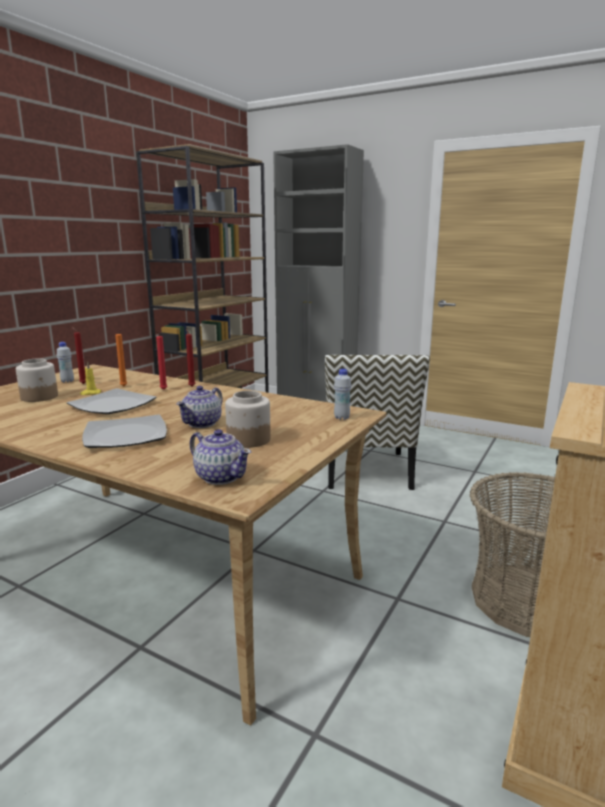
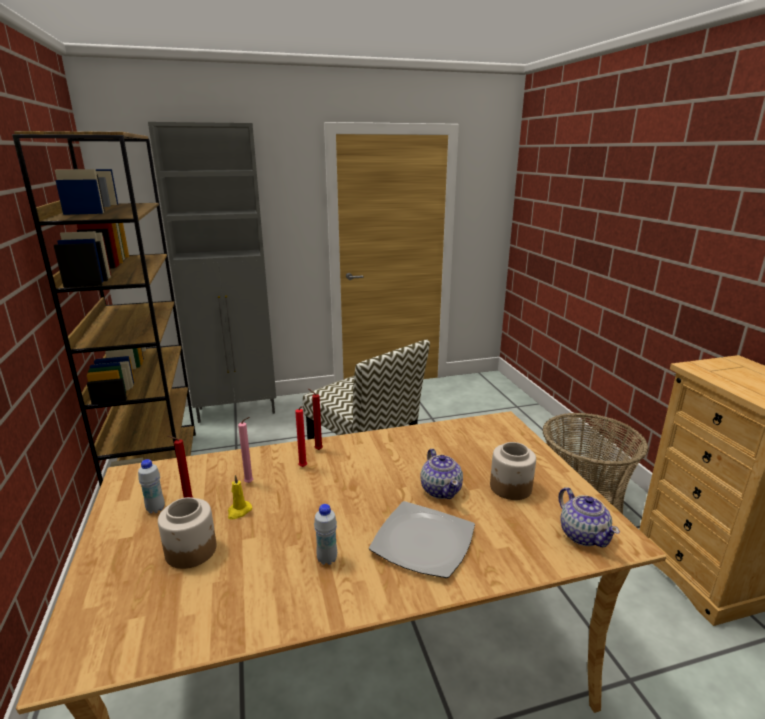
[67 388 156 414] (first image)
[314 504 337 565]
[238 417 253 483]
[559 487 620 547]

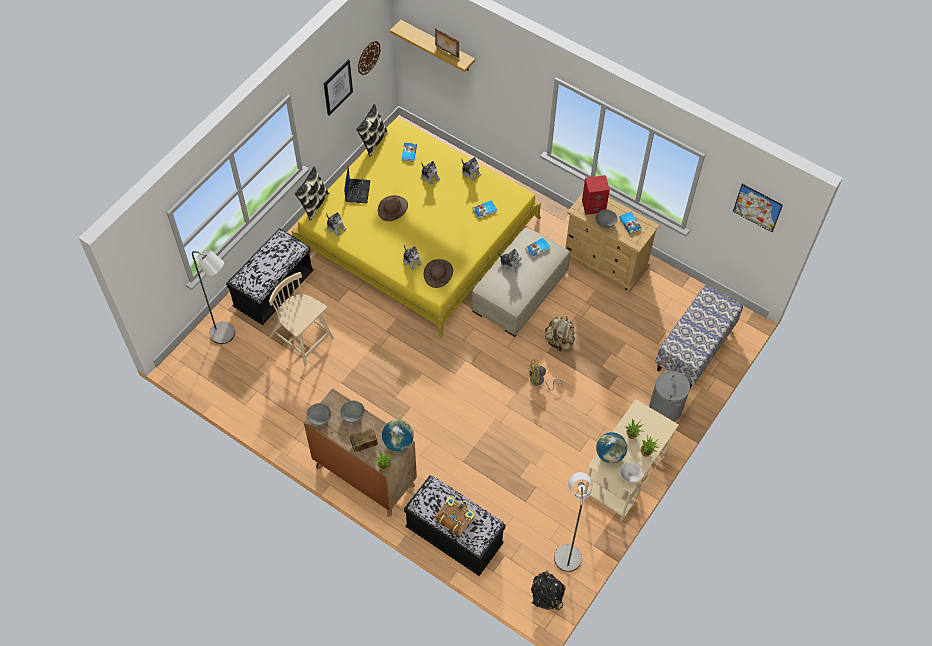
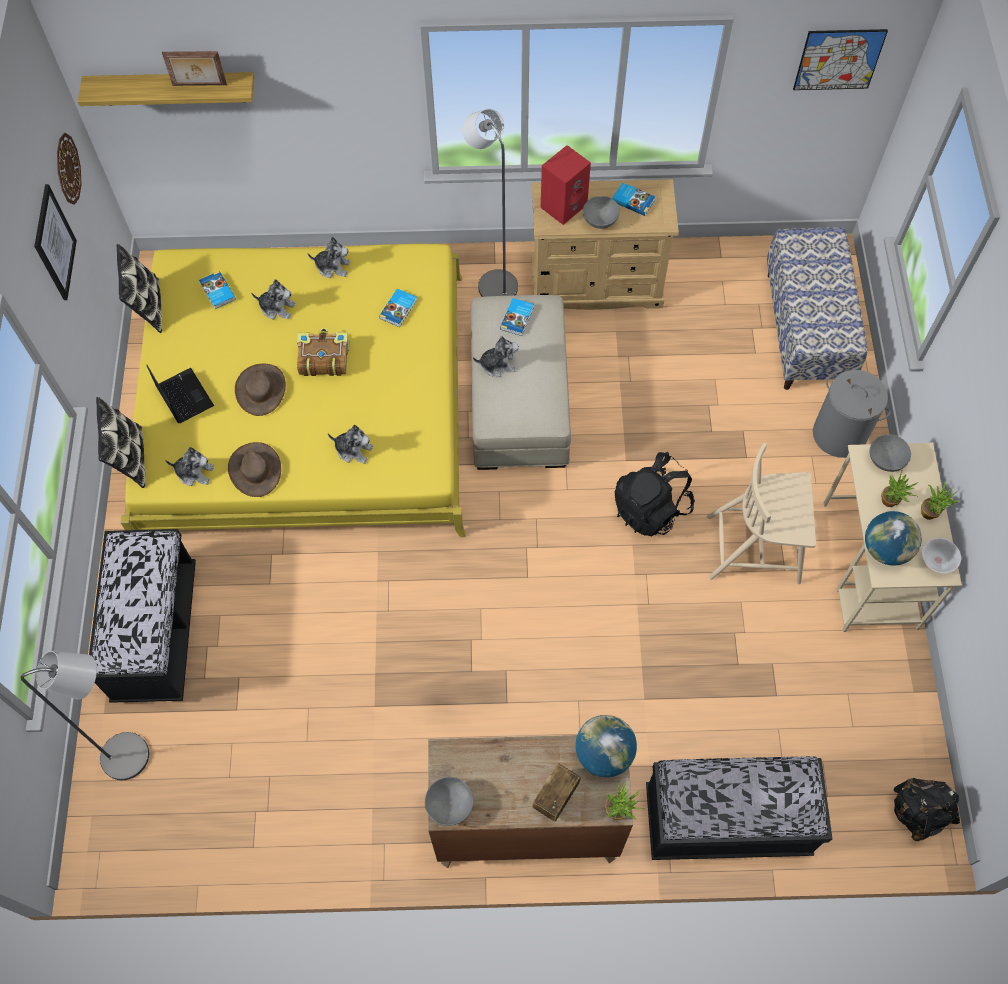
[545 316 575 351] (first image)
[707 443 816 584]
[870 435 911 472]
[228 442 281 497]
[297 328 349 376]
[462 109 518 297]
[615 452 695 536]

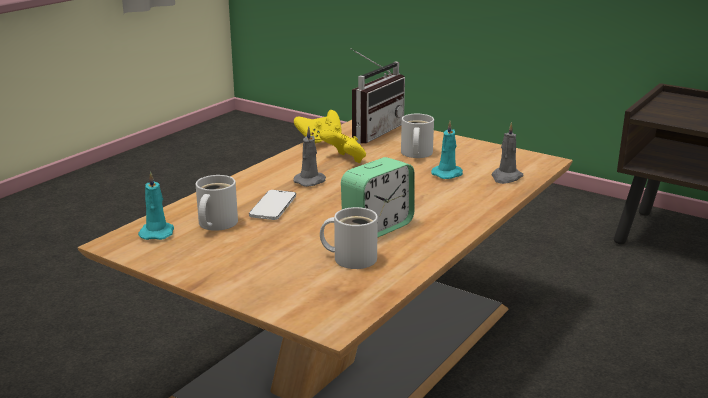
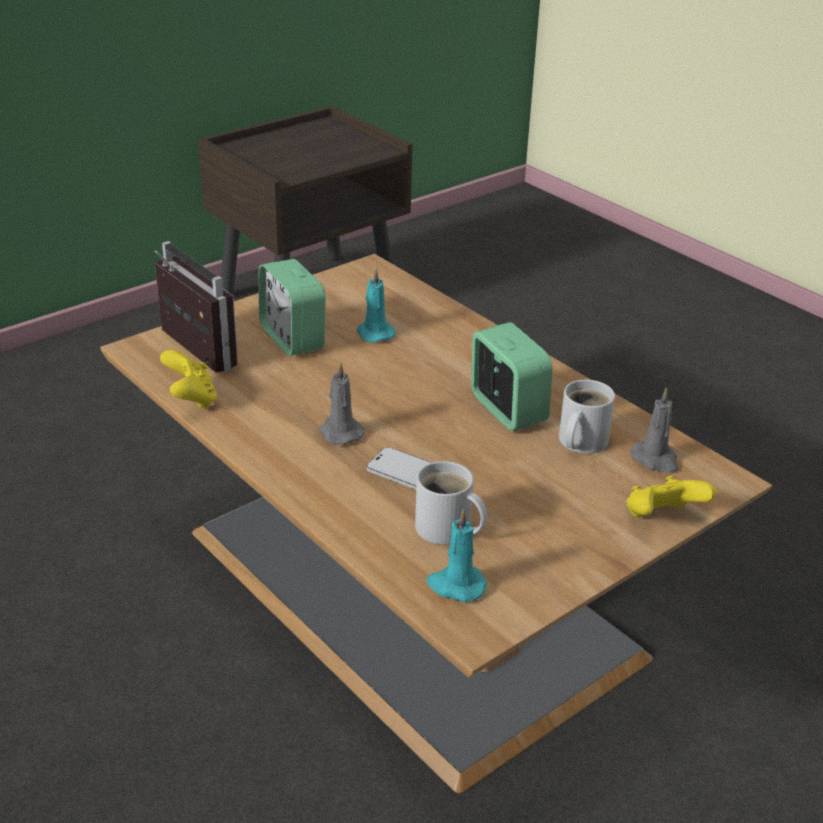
[626 475 716 518]
[630 387 678 474]
[258 259 326 356]

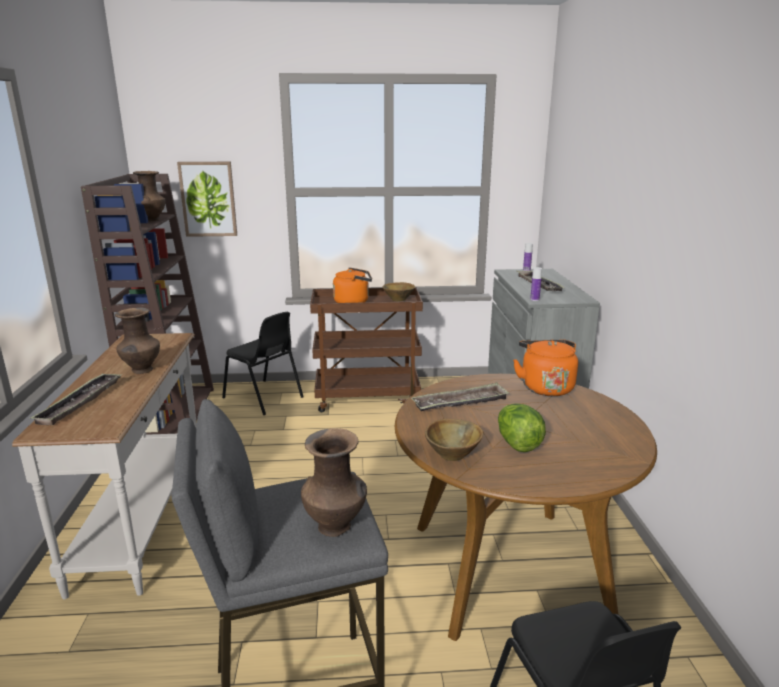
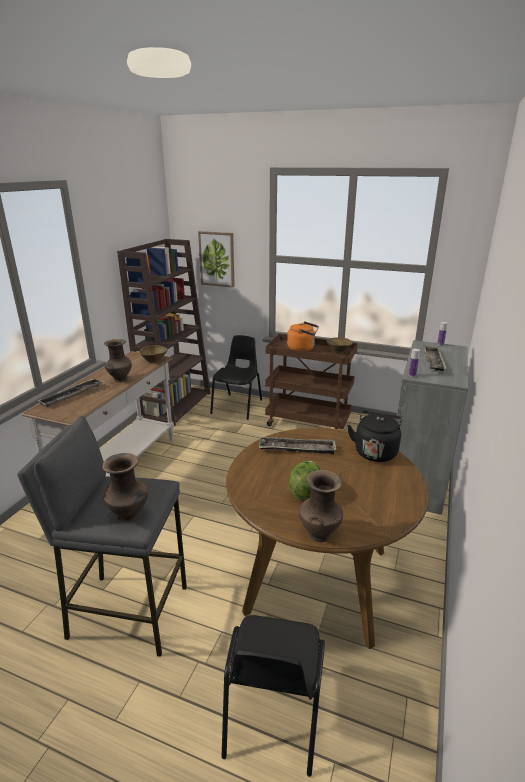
[299 470 343 542]
[139 345 168 363]
[347 410 403 462]
[210 335 262 420]

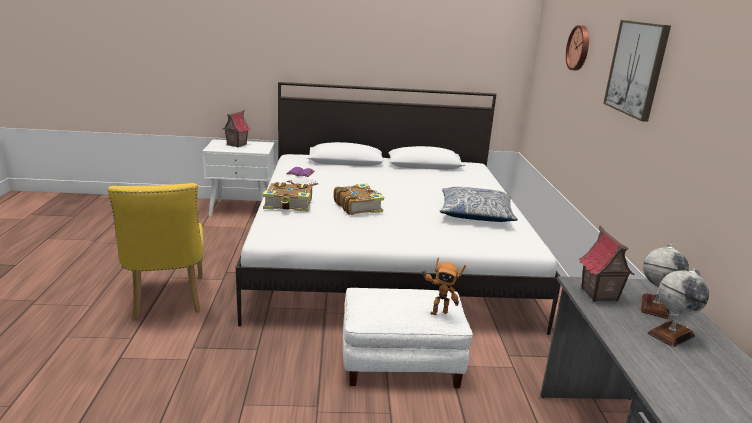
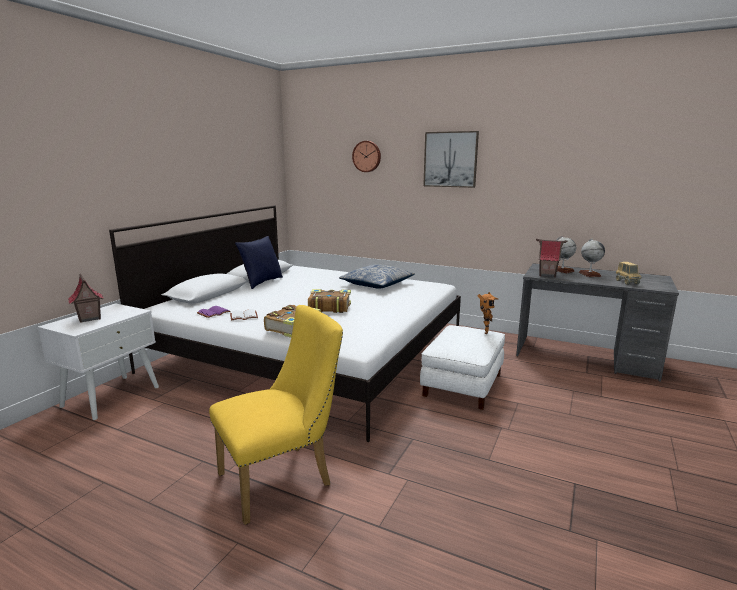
[235 236 283 289]
[616 262 642 285]
[209 305 343 525]

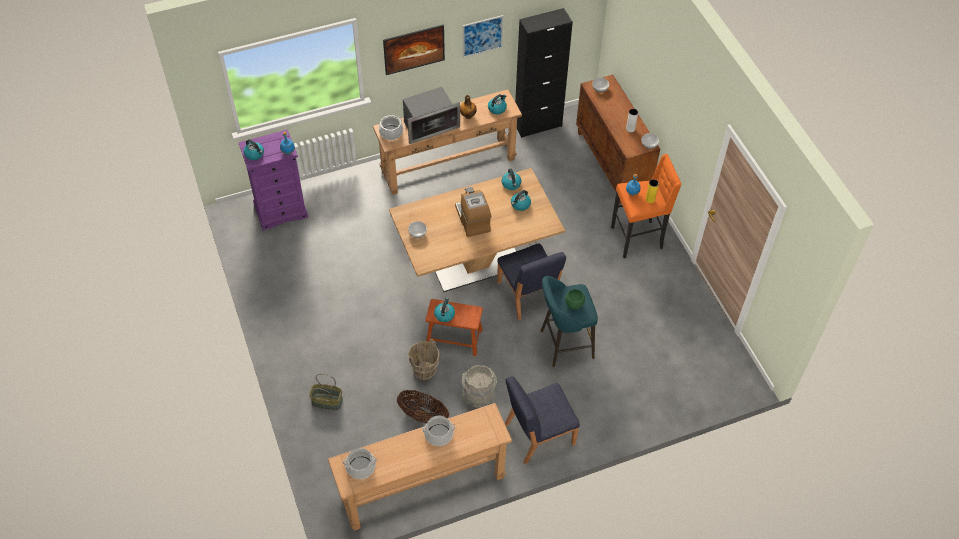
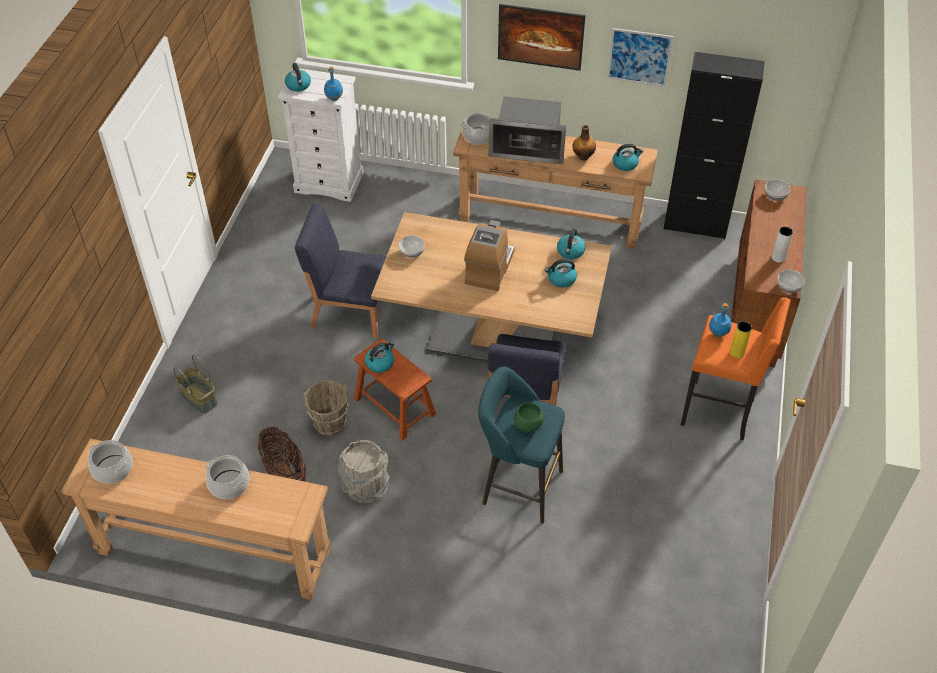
[295 203 387 339]
[278 69 363 202]

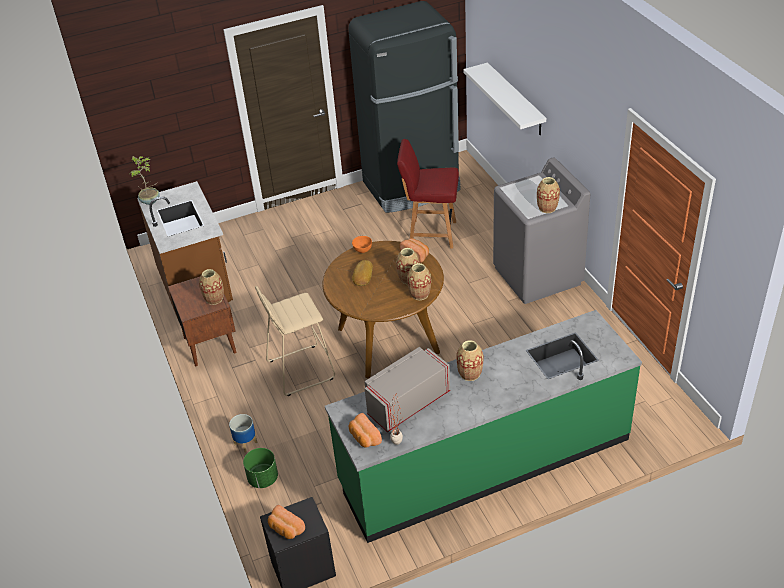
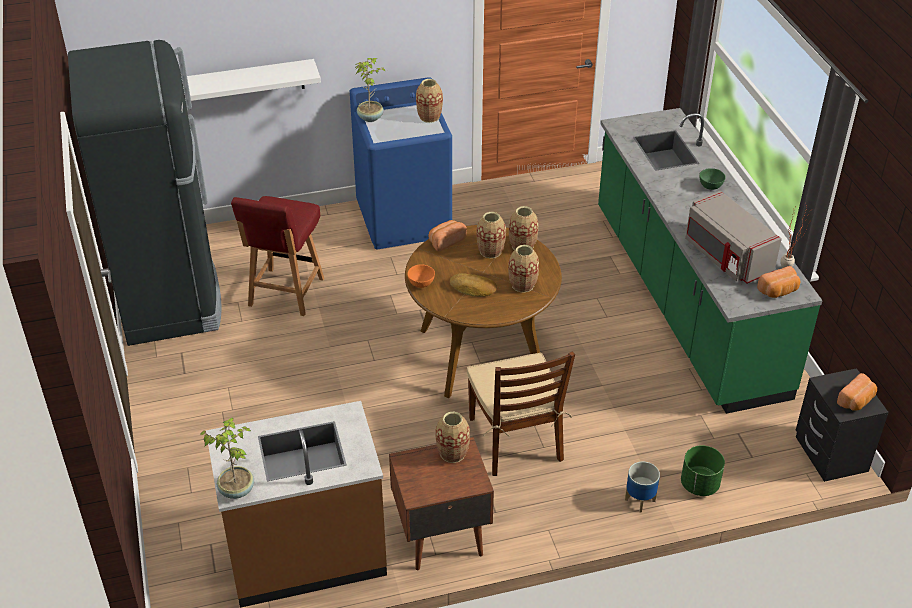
[356 58 385 122]
[699 168 726 190]
[508 245 539 293]
[467 351 575 476]
[350 77 452 249]

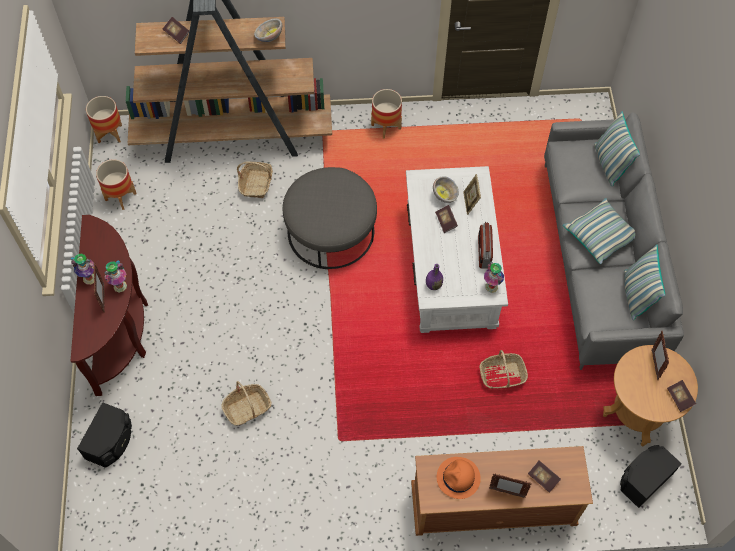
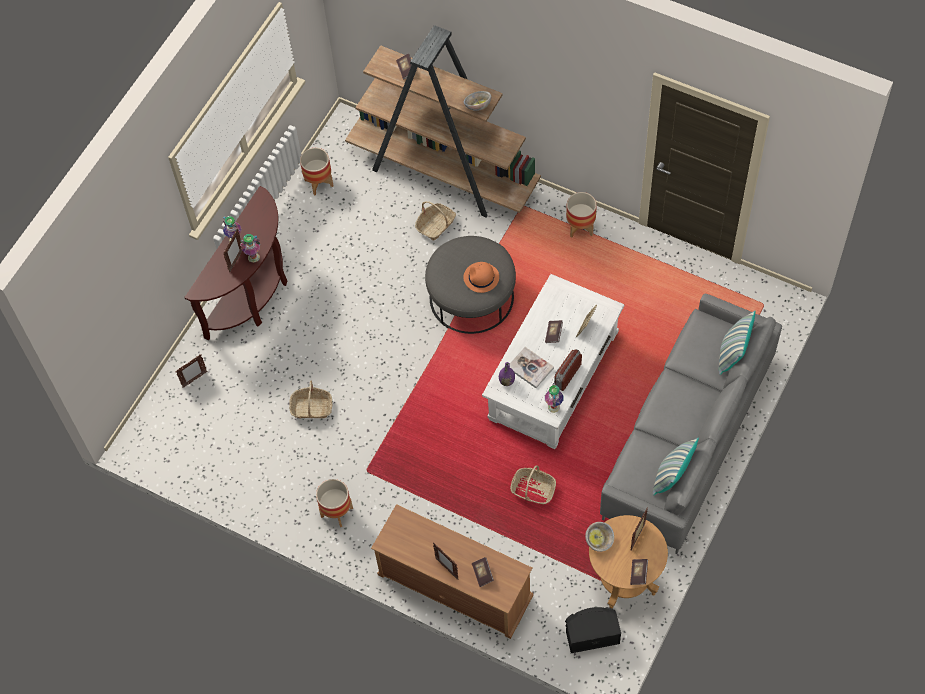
[563 198 635 264] (first image)
[510 347 554 388]
[316 479 353 527]
[585 522 614 552]
[463 262 499 293]
[176 355 207 387]

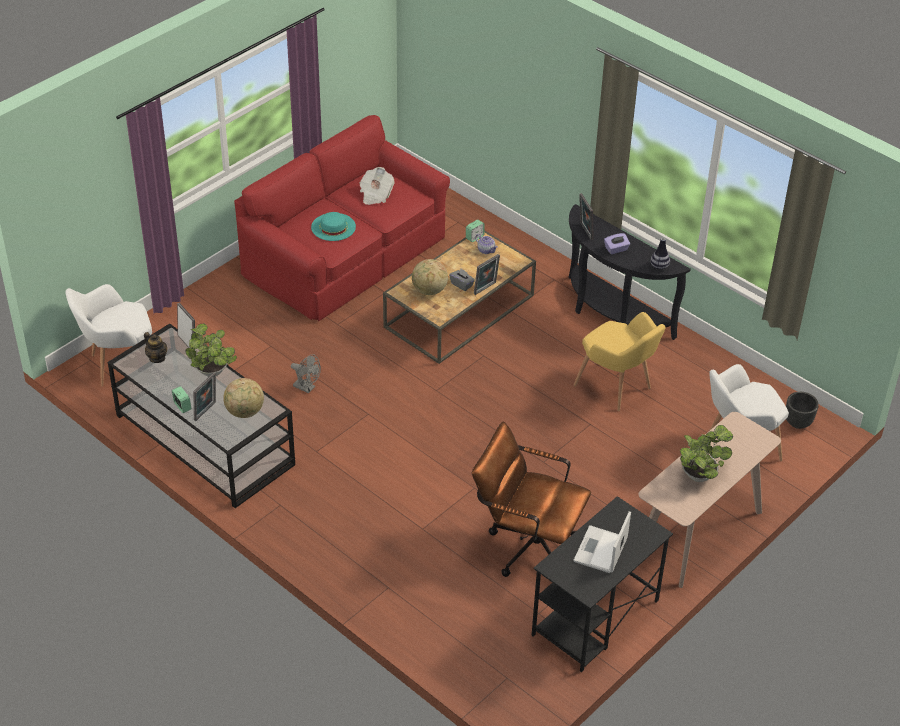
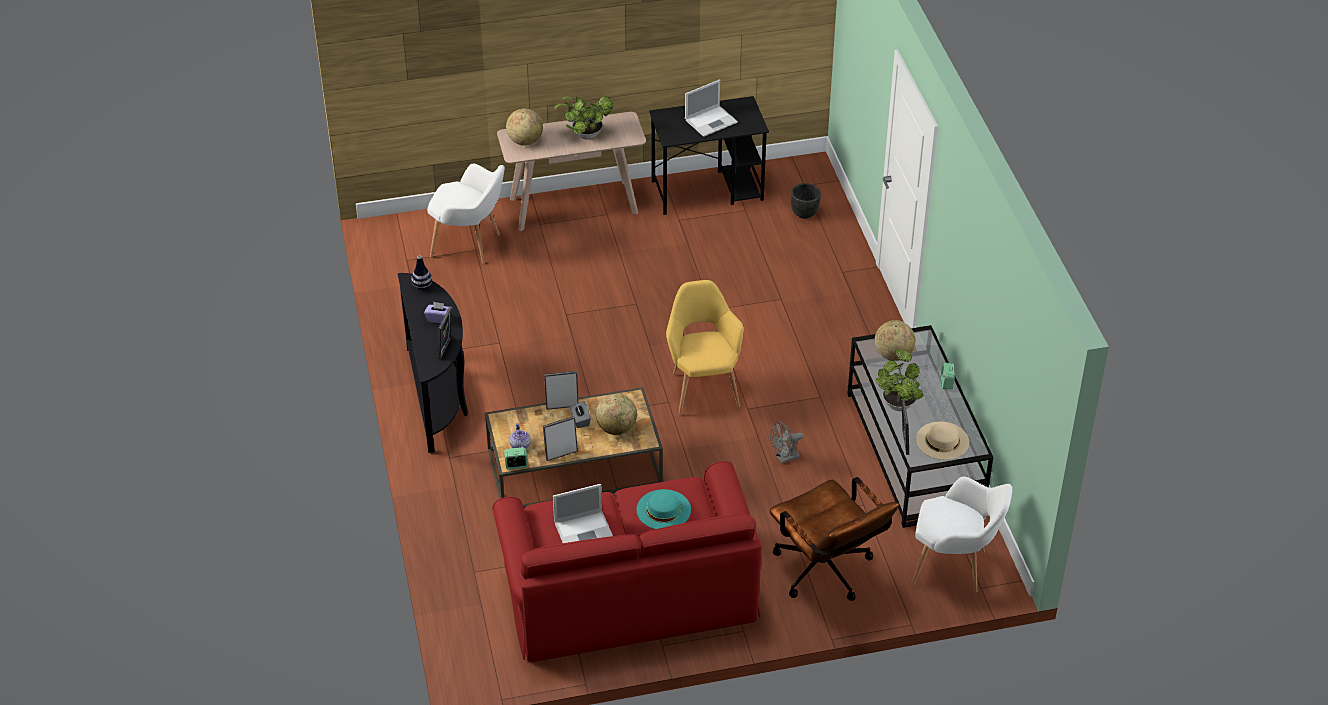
[506 108 543 146]
[543 416 578 461]
[770 477 899 601]
[666 280 744 415]
[791 183 821 219]
[916 421 969 460]
[553 484 613 543]
[770 421 804 464]

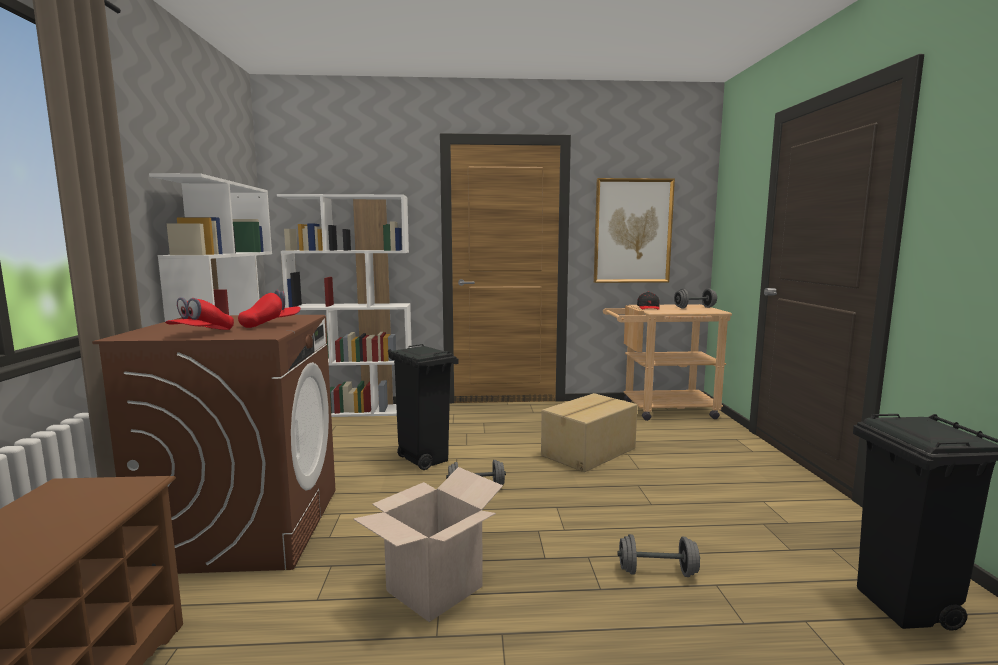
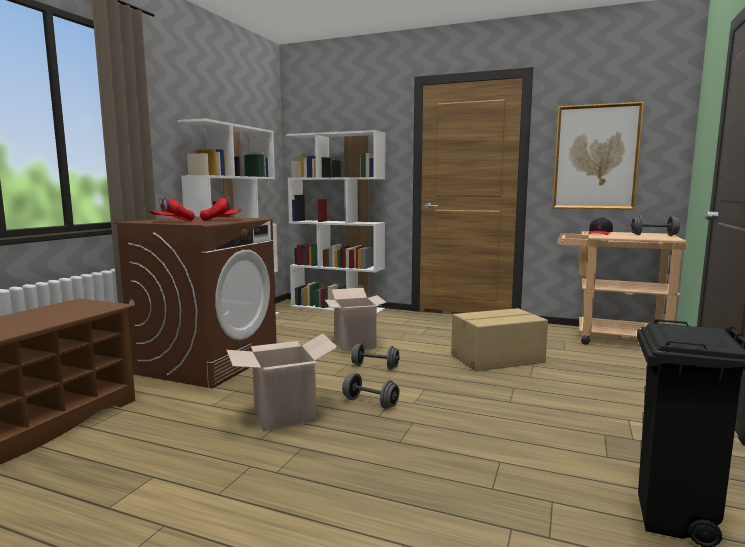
[342 373 399 409]
[325 288 387 351]

